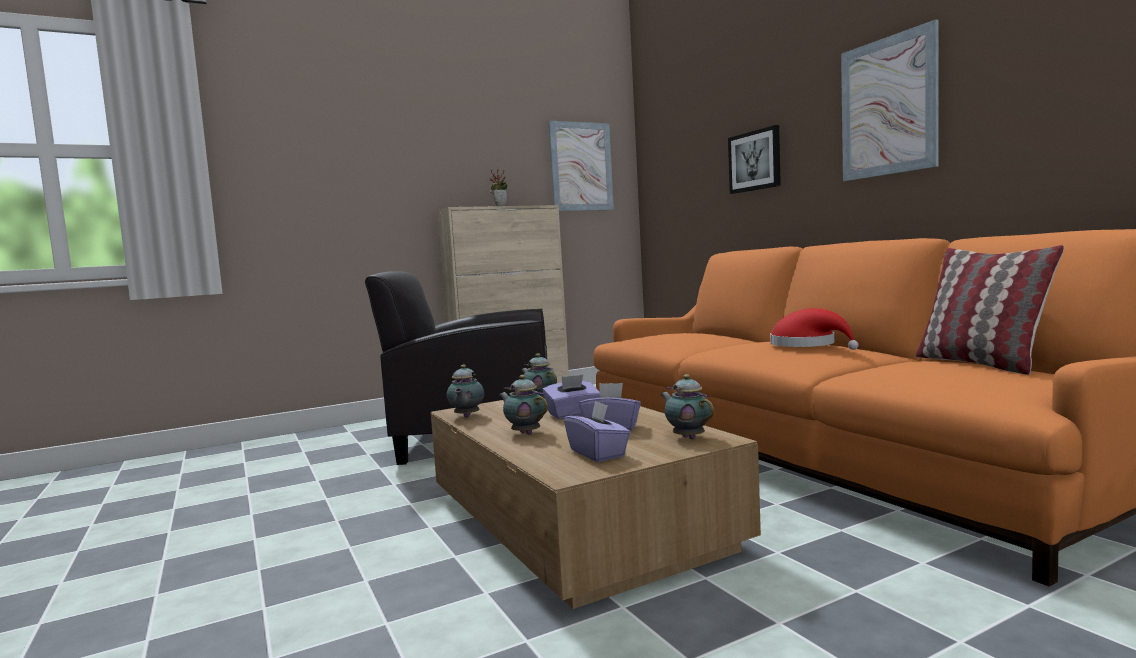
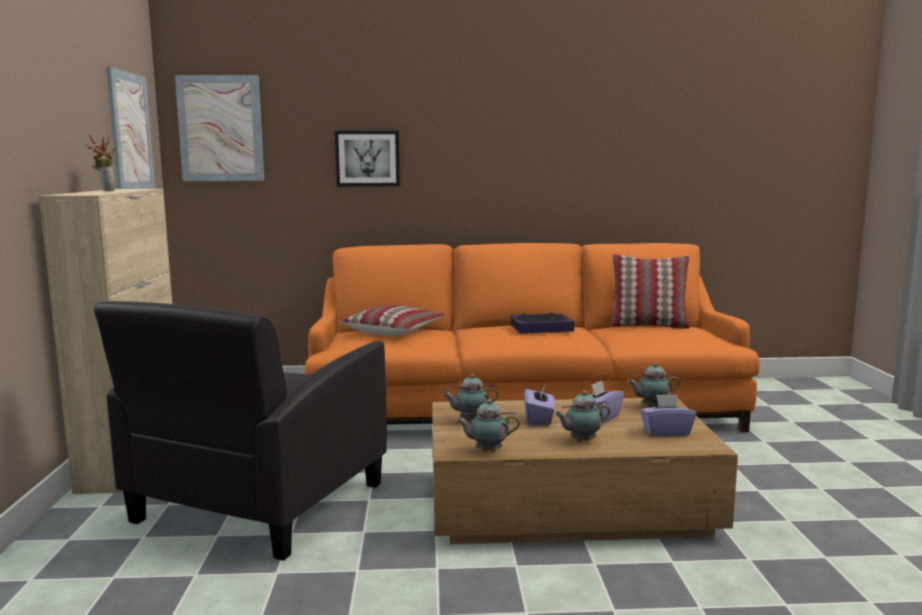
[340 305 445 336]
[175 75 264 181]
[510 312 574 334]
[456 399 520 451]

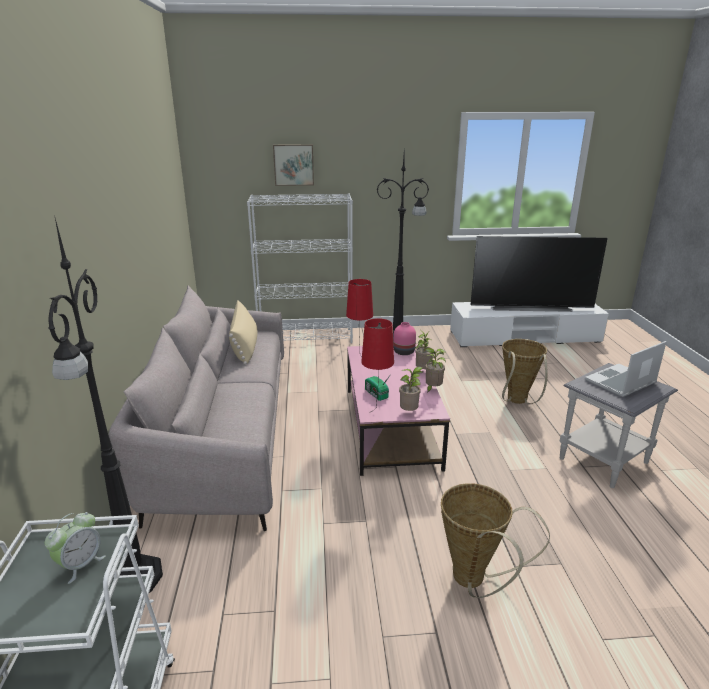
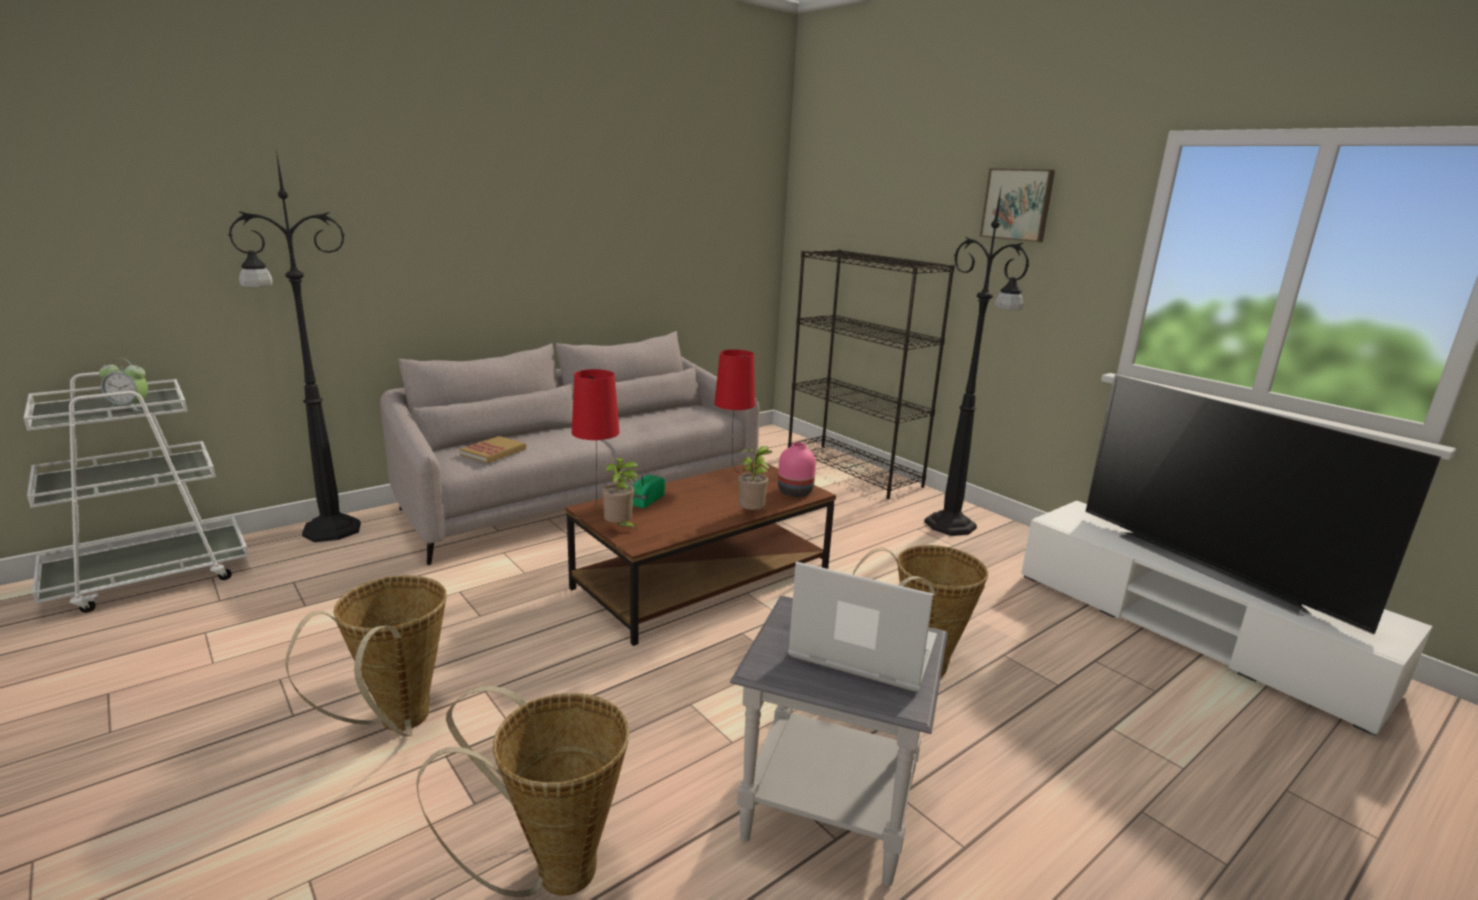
[229 300 257 365] (first image)
[425 348 446 393] (first image)
[416 686 629 898]
[460 436 526 463]
[980 168 1055 242]
[788 250 955 499]
[565 463 836 646]

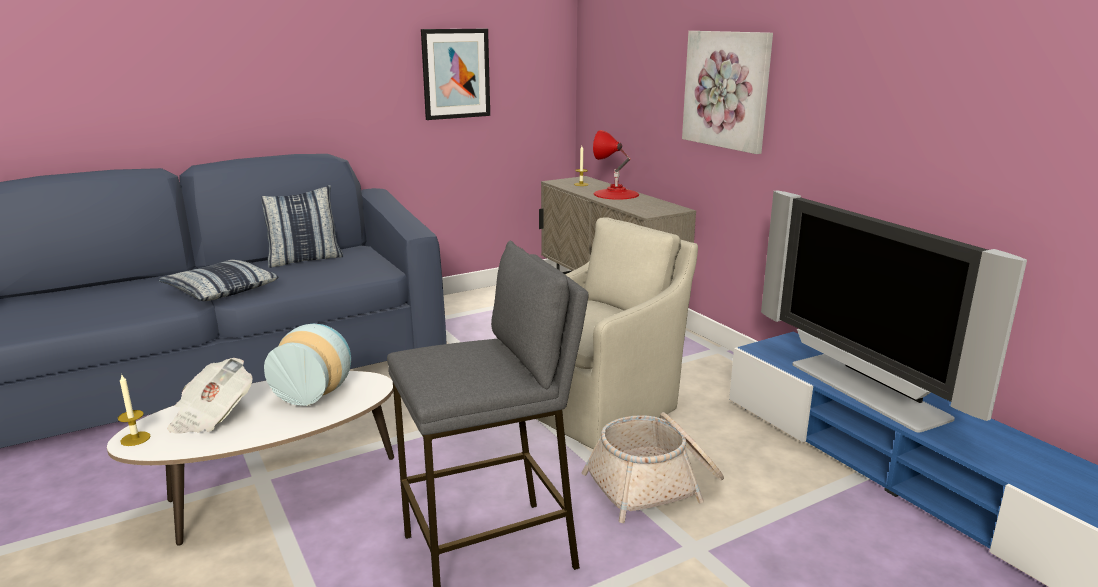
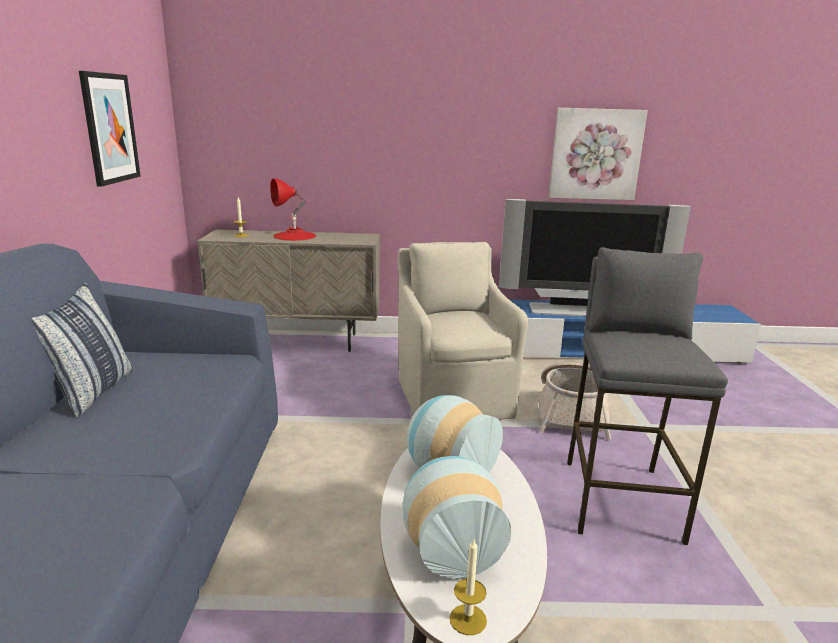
[158 260 278 301] (first image)
[549 108 648 200]
[403 456 511 578]

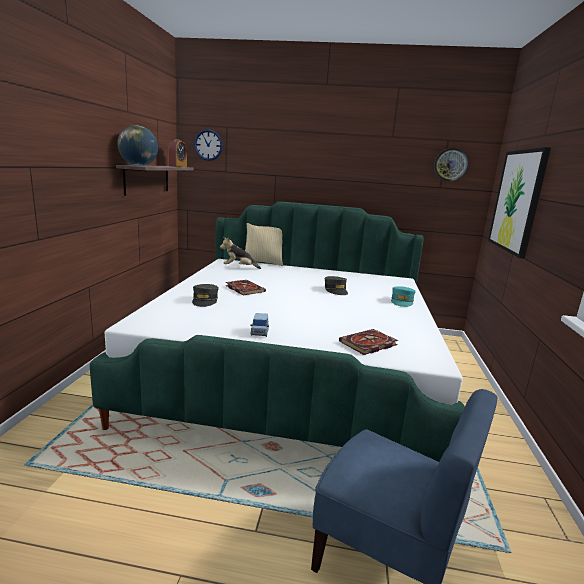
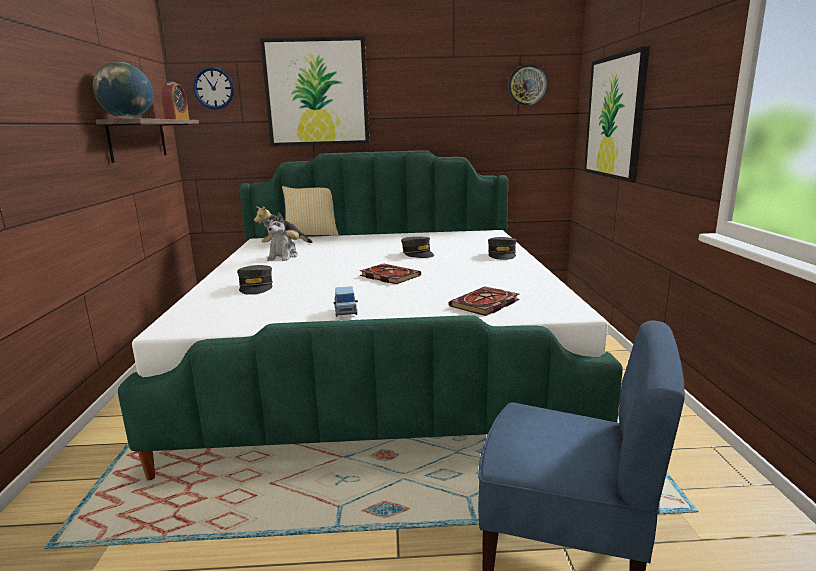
[260 36 370 146]
[263 212 298 261]
[360 264 421 284]
[488 237 516 260]

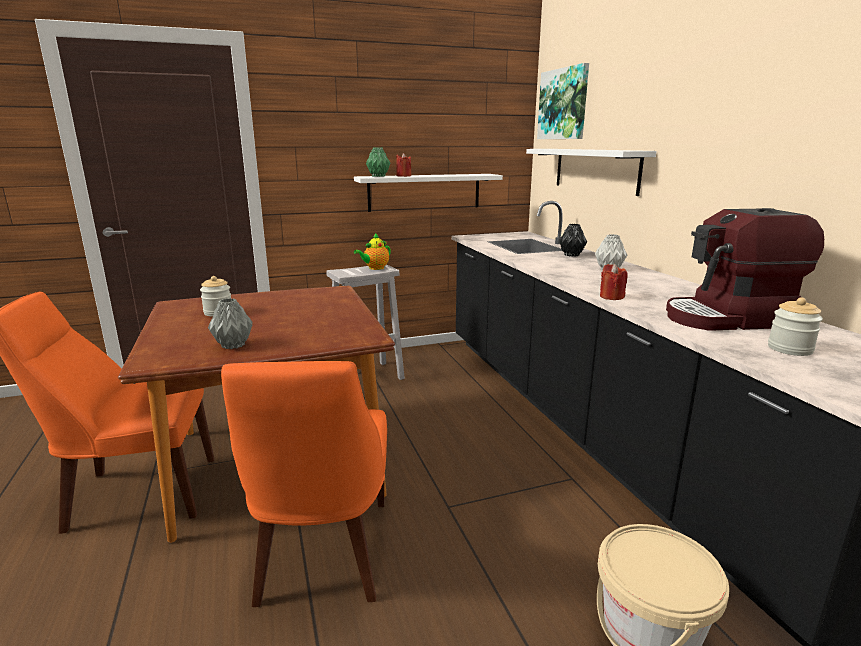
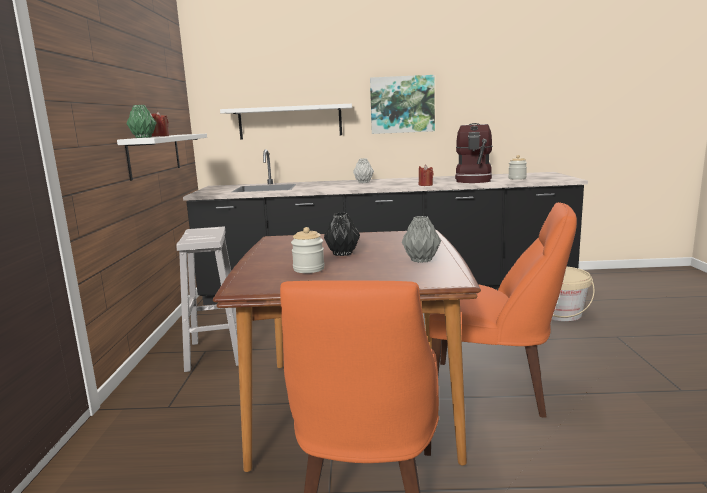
[354 233 391 270] (first image)
[370 75 435 134]
[324 213 360 256]

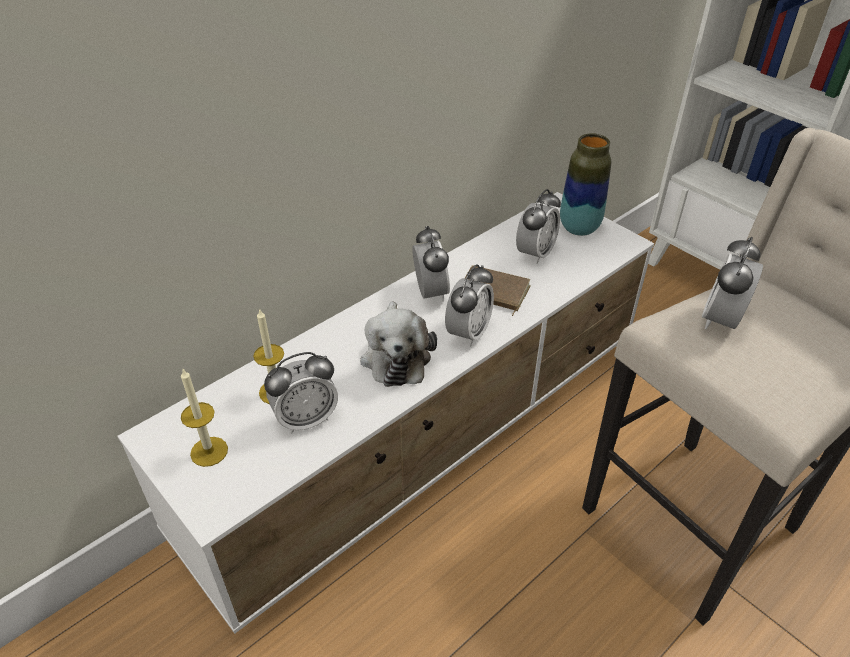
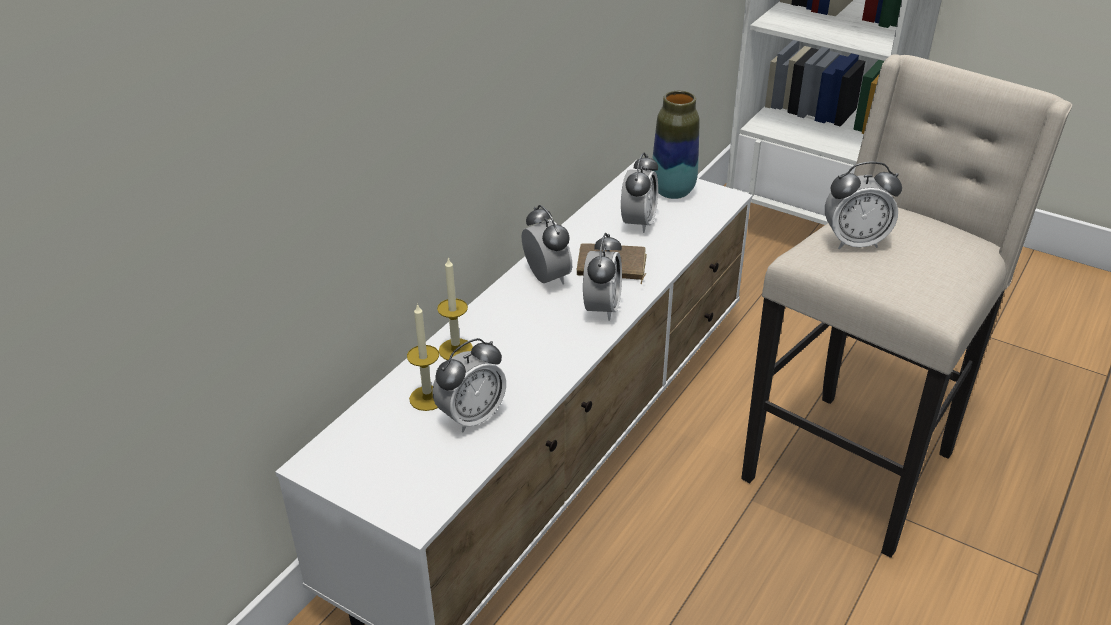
[360 302 437 387] (first image)
[437 257 473 360]
[825 162 902 249]

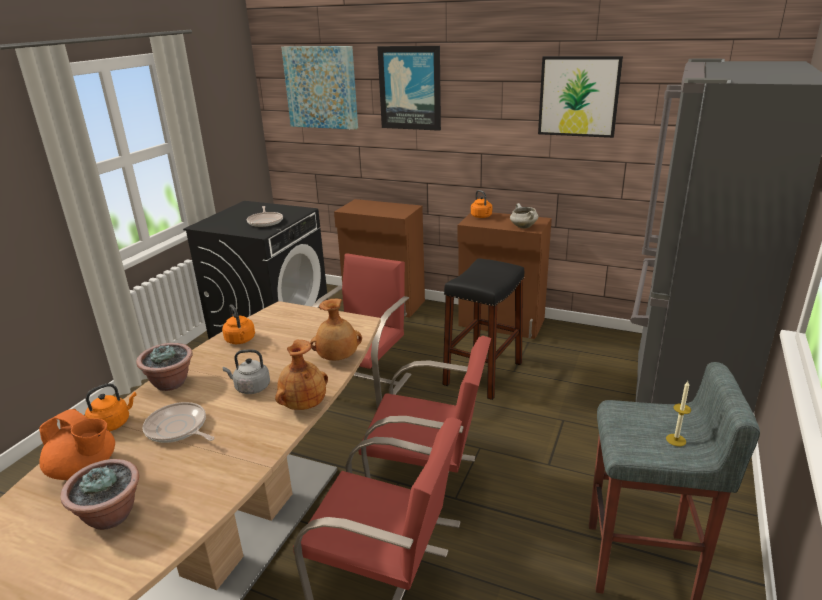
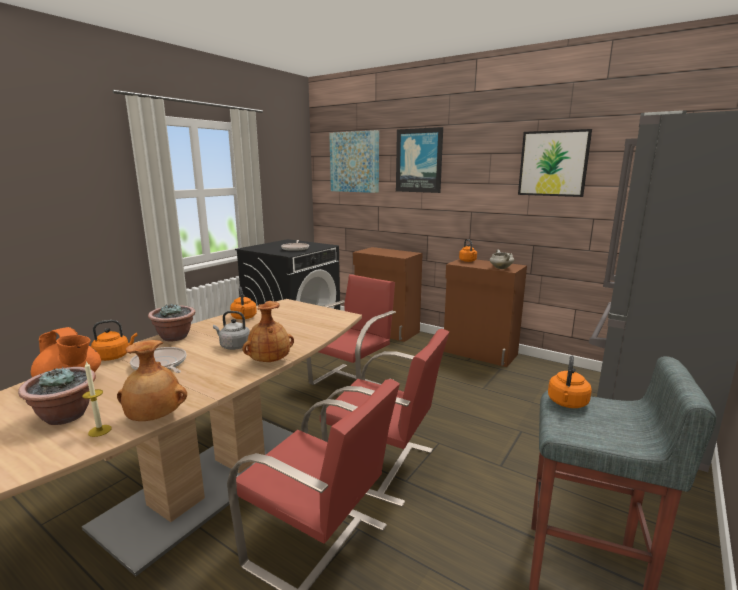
[443 258 524 400] (first image)
[548 355 592 408]
[117 340 187 421]
[82 361 112 437]

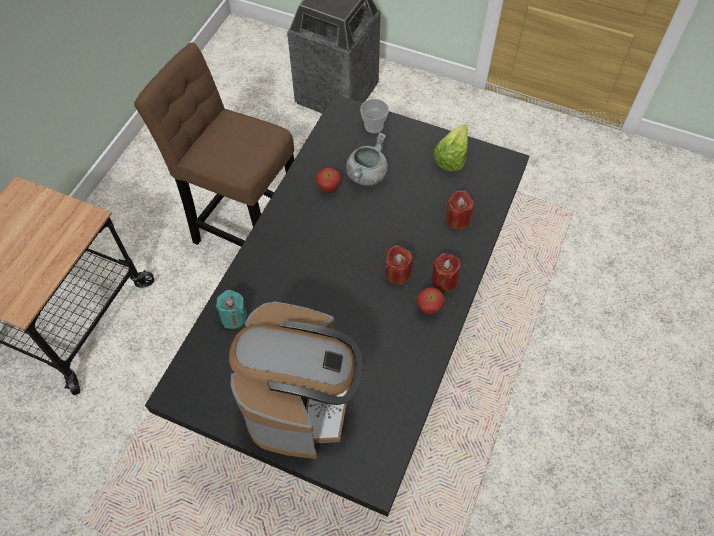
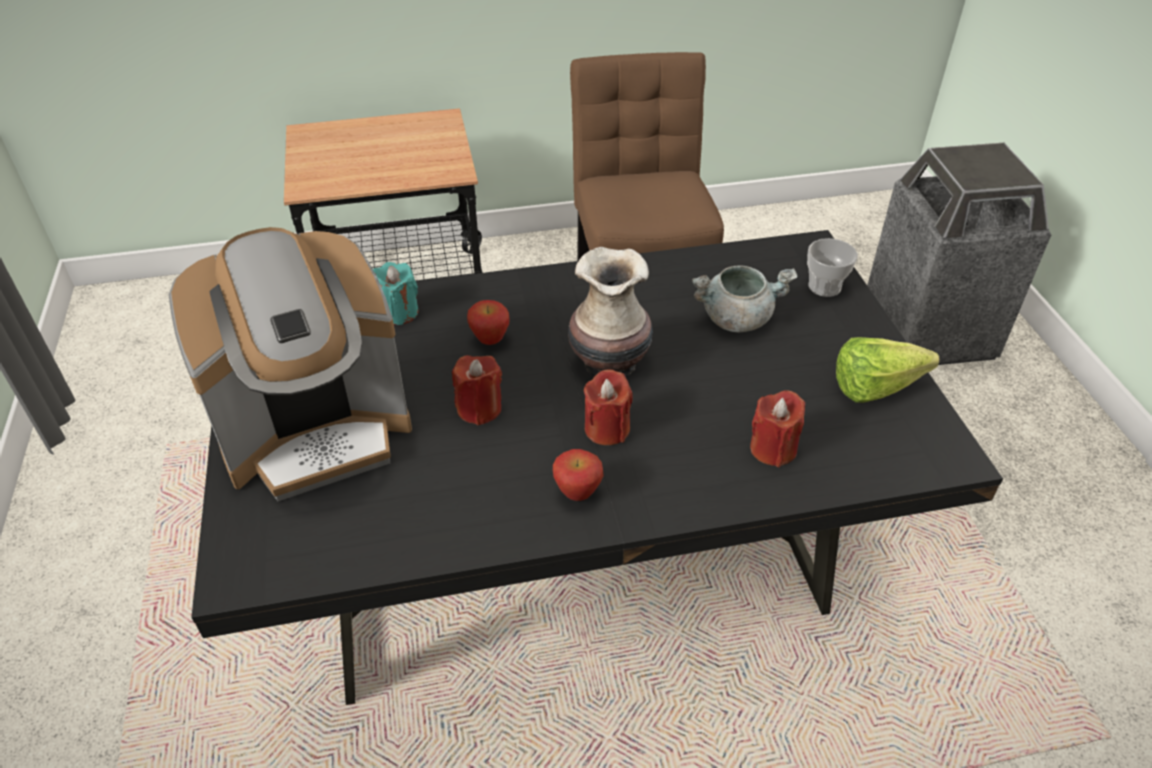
[568 247 653 376]
[467 300 510 345]
[452 355 502 425]

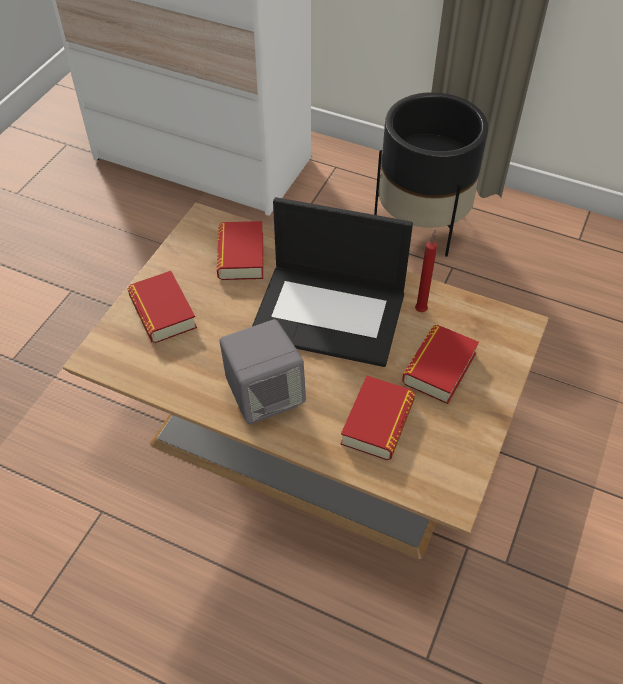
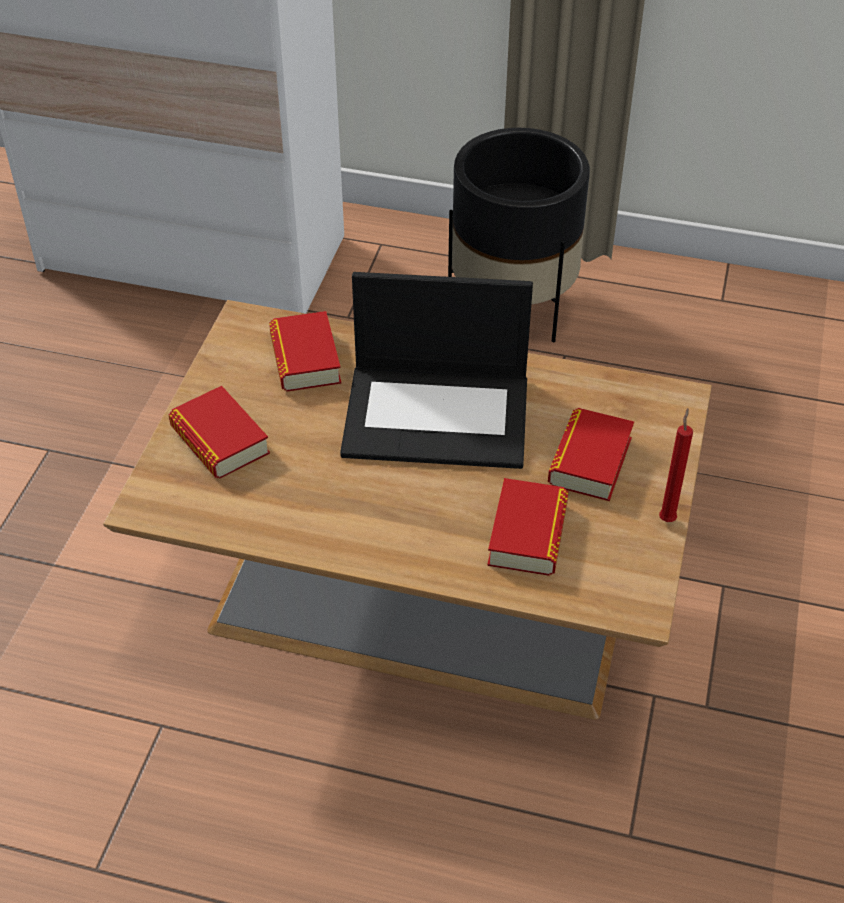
[220 319 306 424] (first image)
[659 408 693 522]

